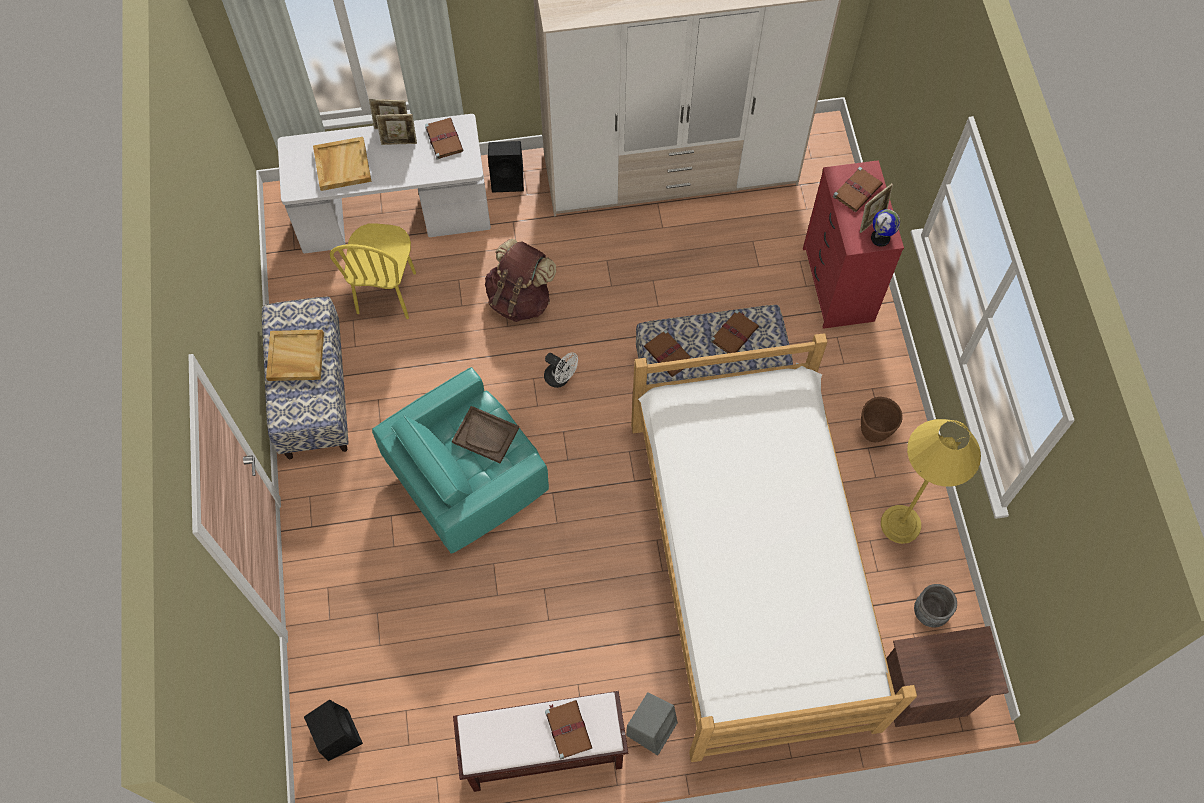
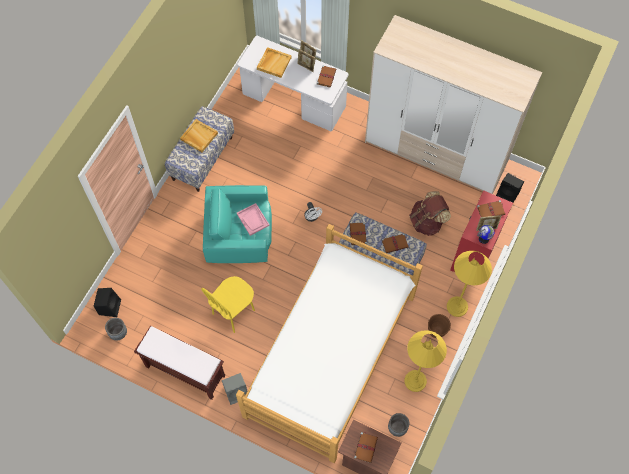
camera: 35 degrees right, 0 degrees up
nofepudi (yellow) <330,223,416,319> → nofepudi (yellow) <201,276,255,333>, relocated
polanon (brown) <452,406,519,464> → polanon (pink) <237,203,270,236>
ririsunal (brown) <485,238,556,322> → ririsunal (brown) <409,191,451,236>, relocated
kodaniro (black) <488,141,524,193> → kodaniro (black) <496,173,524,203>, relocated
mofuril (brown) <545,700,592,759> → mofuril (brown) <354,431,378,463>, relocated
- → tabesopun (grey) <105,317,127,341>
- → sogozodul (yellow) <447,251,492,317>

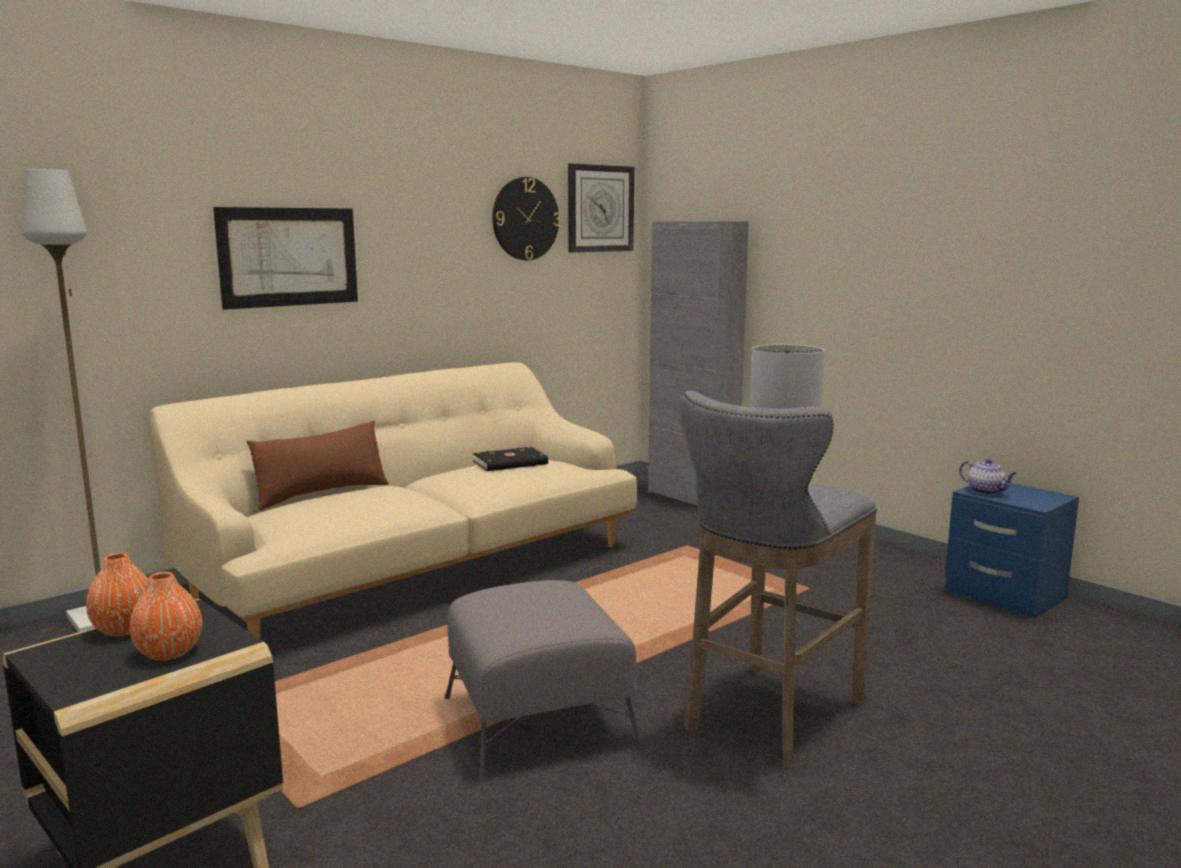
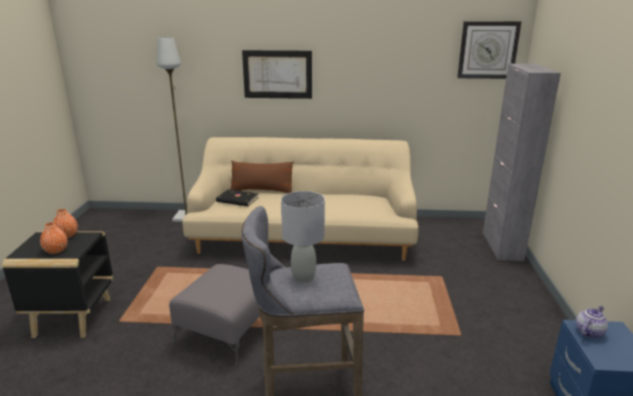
camera: 45 degrees right, 10 degrees up
mofuril (black) <473,447,548,471> → mofuril (black) <216,189,259,206>, relocated
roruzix <492,177,560,260> → -
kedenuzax <959,459,1017,495> → kedenuzax <576,306,608,338>, 135 degrees counterclockwise

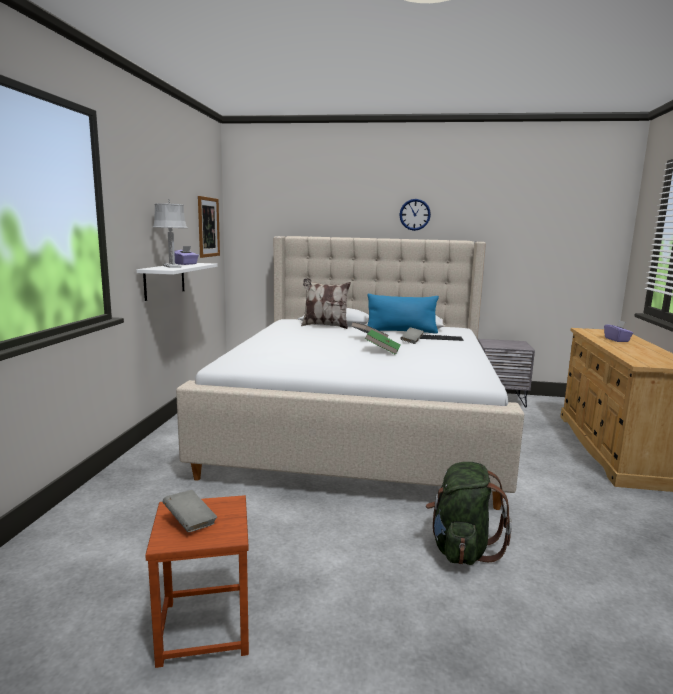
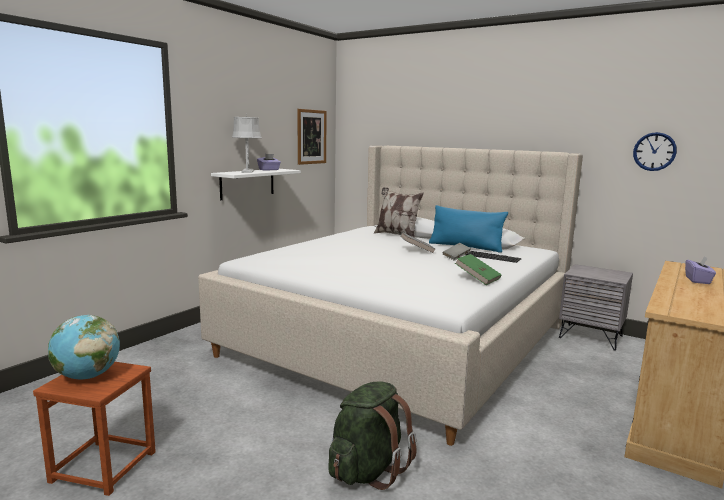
camera: 25 degrees right, 0 degrees up
mofuril (grey) <163,490,217,532> → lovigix <48,315,120,380>
mofuril (green) <365,329,401,355> → mofuril (green) <455,254,502,285>, relocated
roruzix <399,199,431,231> → roruzix <633,132,677,171>, relocated

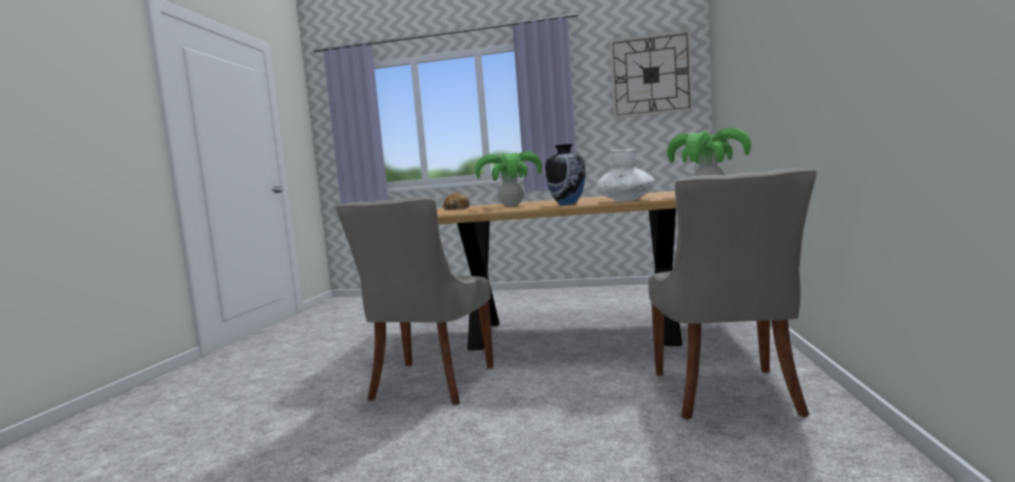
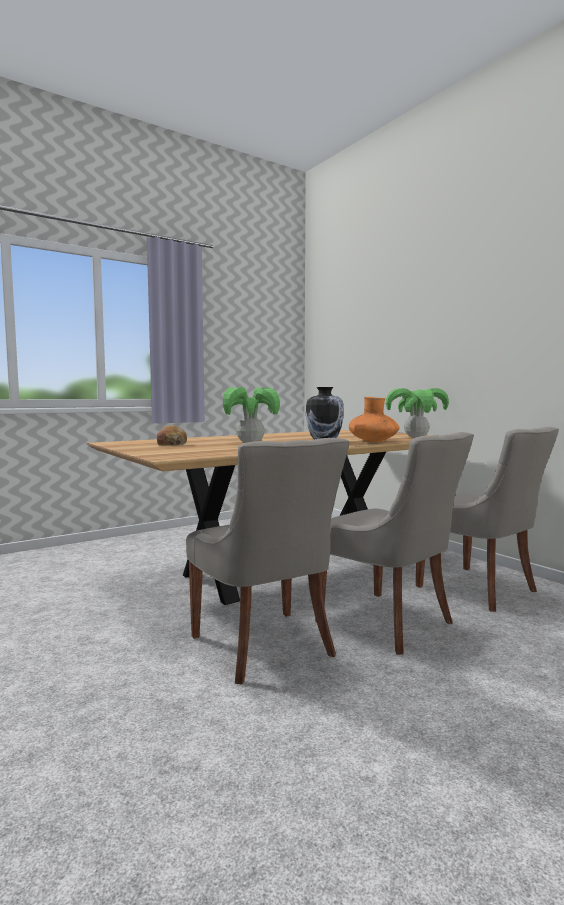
camera: 45 degrees left, 0 degrees up
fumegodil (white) <597,149,656,201> → fumegodil (orange) <349,397,399,442>
roruzix <610,30,693,119> → -
- → nofepudi (grey) <315,432,474,655>

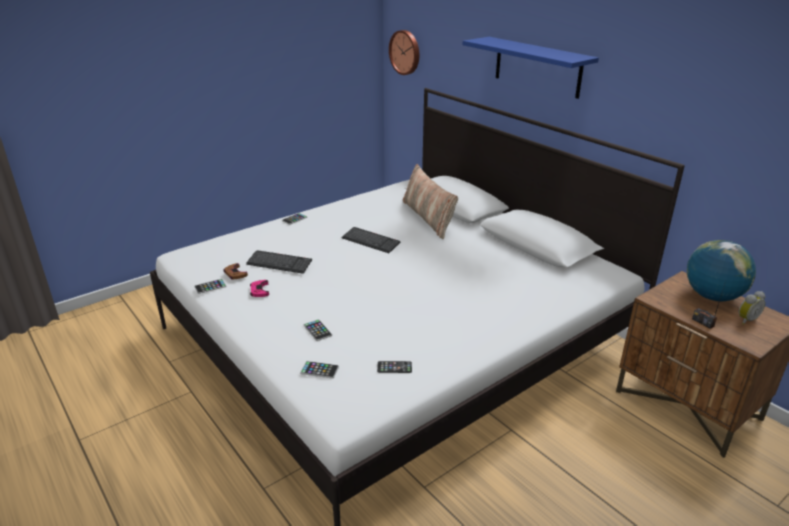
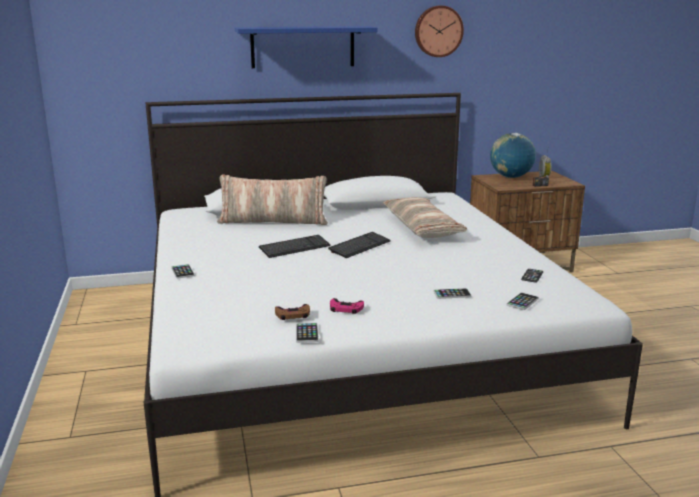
camera: 65 degrees left, 10 degrees down
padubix <246,250,312,274> → padubix <328,232,391,258>, relocated
roruzix <389,30,419,75> → roruzix <415,6,464,57>, relocated
- → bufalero <383,197,467,238>

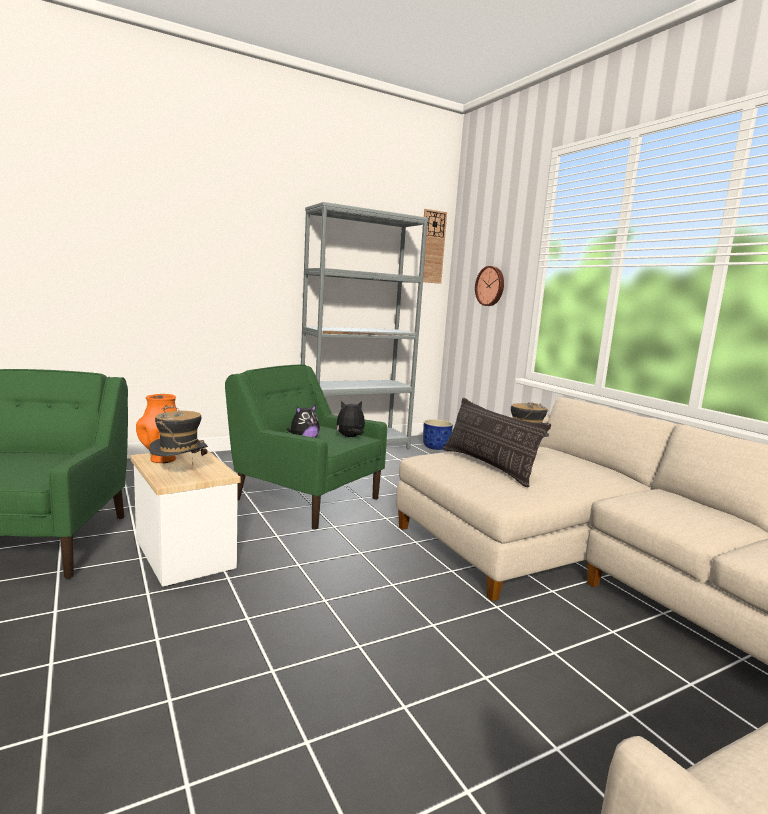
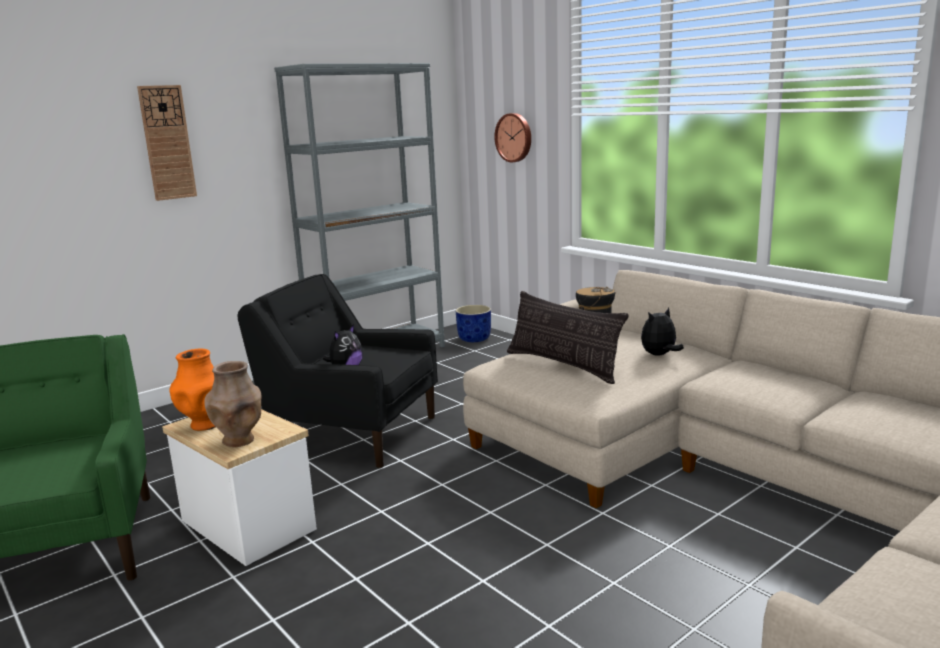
camera: 10 degrees left, 5 degrees up
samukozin <149,405,208,465> → fumegodil (brown) <205,361,262,447>
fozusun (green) <225,364,387,530> → fozusun (black) <237,274,438,468>
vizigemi <336,401,365,437> → vizigemi <641,308,684,356>, relocated
roruzix <423,209,447,284> → roruzix <137,85,197,201>, relocated

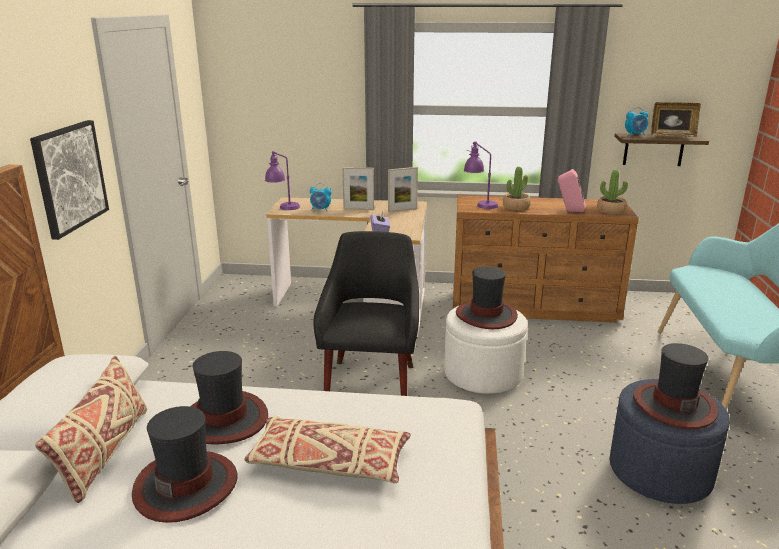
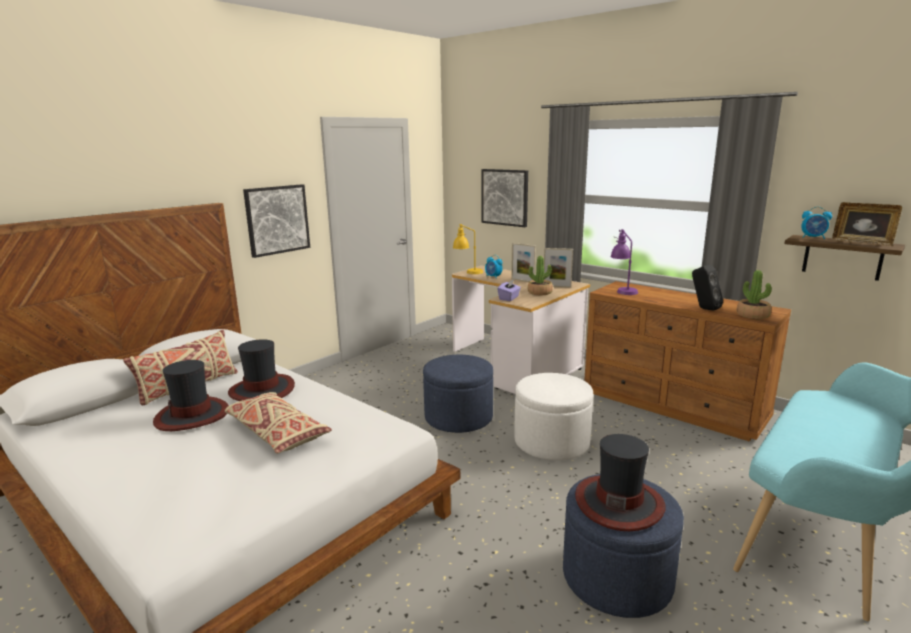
camera: 35 degrees right, 5 degrees down
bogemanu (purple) <265,151,300,210> → bogemanu (yellow) <453,224,483,274>
fozusun (black) <314,231,419,396> → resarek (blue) <423,355,493,433>
samukozin <456,267,518,329> → -
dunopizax <503,167,531,210> → dunopizax <528,256,553,295>, relocated
kodaniro (pink) <558,169,586,212> → kodaniro (black) <692,264,723,311>
- → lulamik <482,169,528,227>

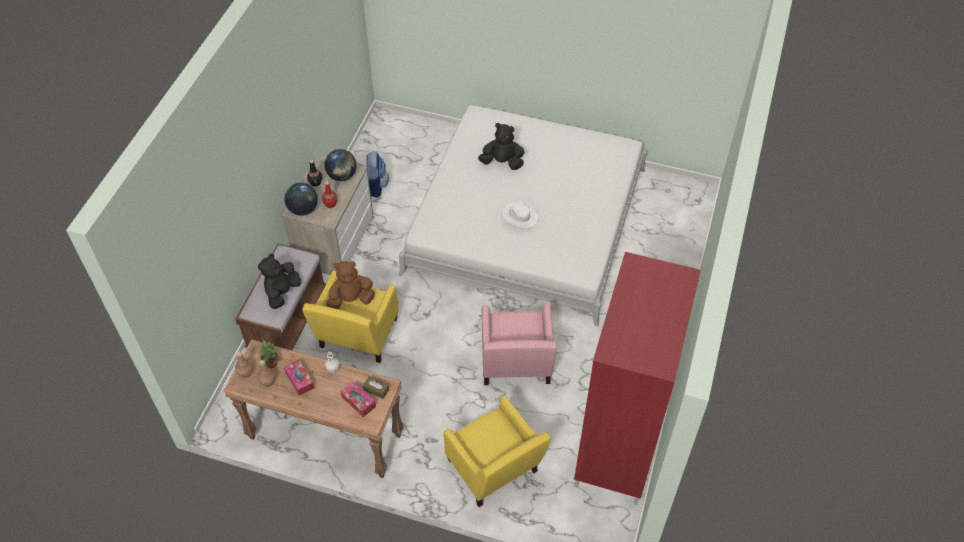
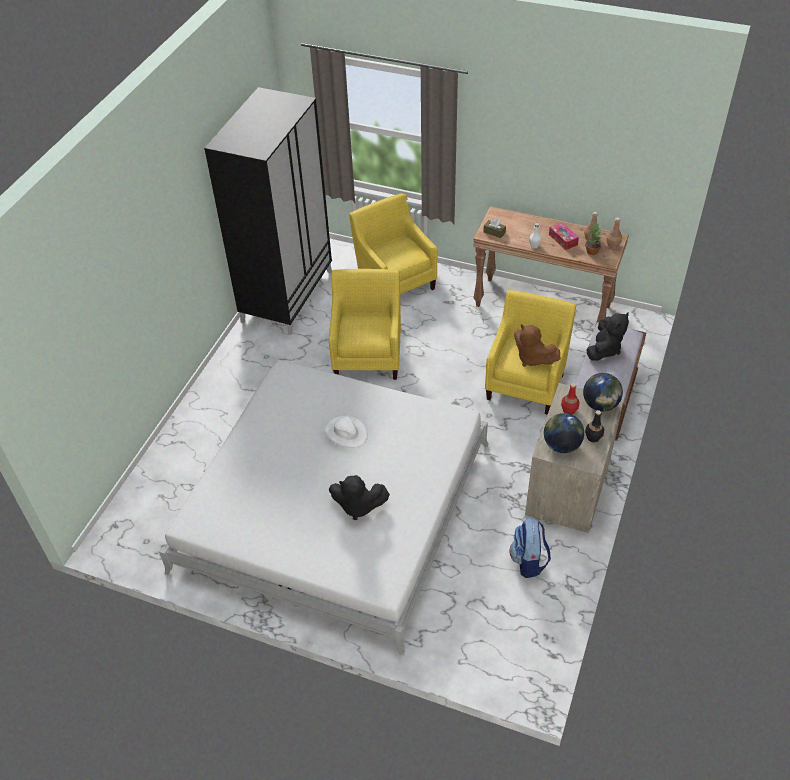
camera: 175 degrees left, 5 degrees down
vizigemi (brown) <326,261,375,309> → vizigemi (brown) <514,324,560,367>, 60 degrees clockwise
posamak <341,381,376,417> → -
fozusun (pink) <482,303,557,385> → fozusun (yellow) <329,269,401,380>
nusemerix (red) <574,252,701,505> → nusemerix (black) <204,87,332,335>

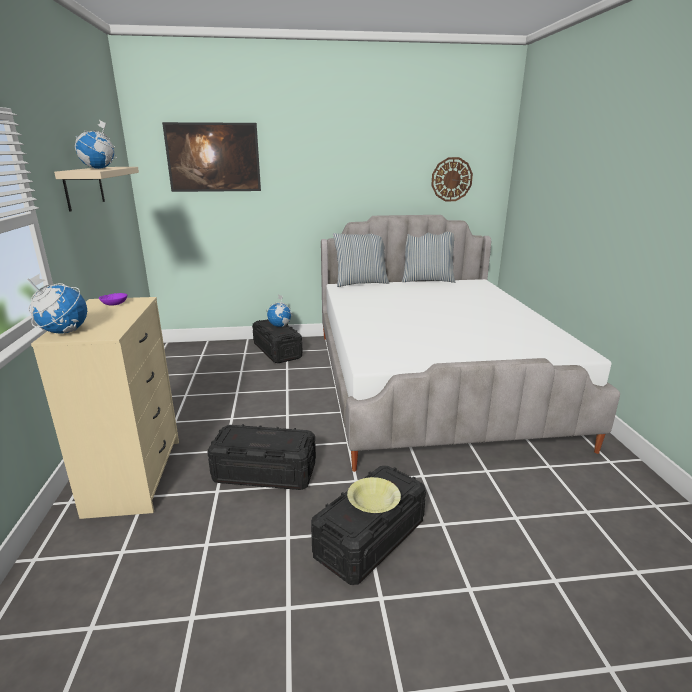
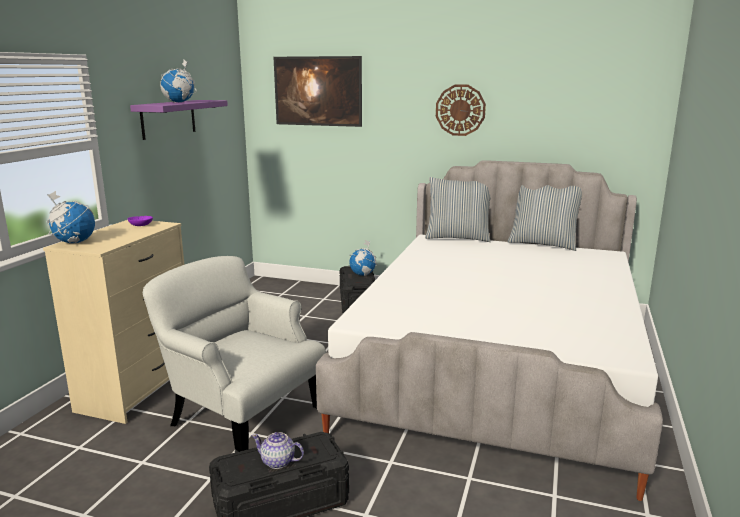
camera: 25 degrees right, 5 degrees down
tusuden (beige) <54,167,139,211> → tusuden (purple) <130,100,228,140>
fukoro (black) <207,424,316,490> → fozusun (white) <143,256,326,452>
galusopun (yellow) <347,477,401,513> → kedenuzax <252,432,304,469>
roruzix <431,157,473,201> → roruzix <436,85,486,136>, relocated

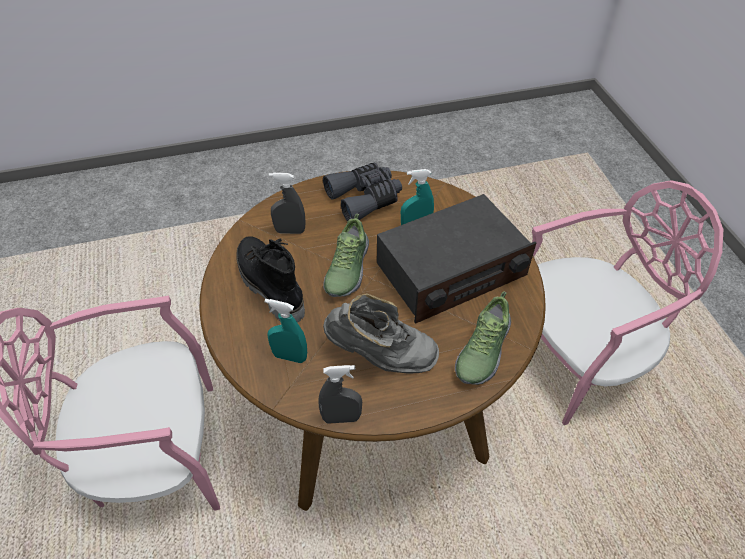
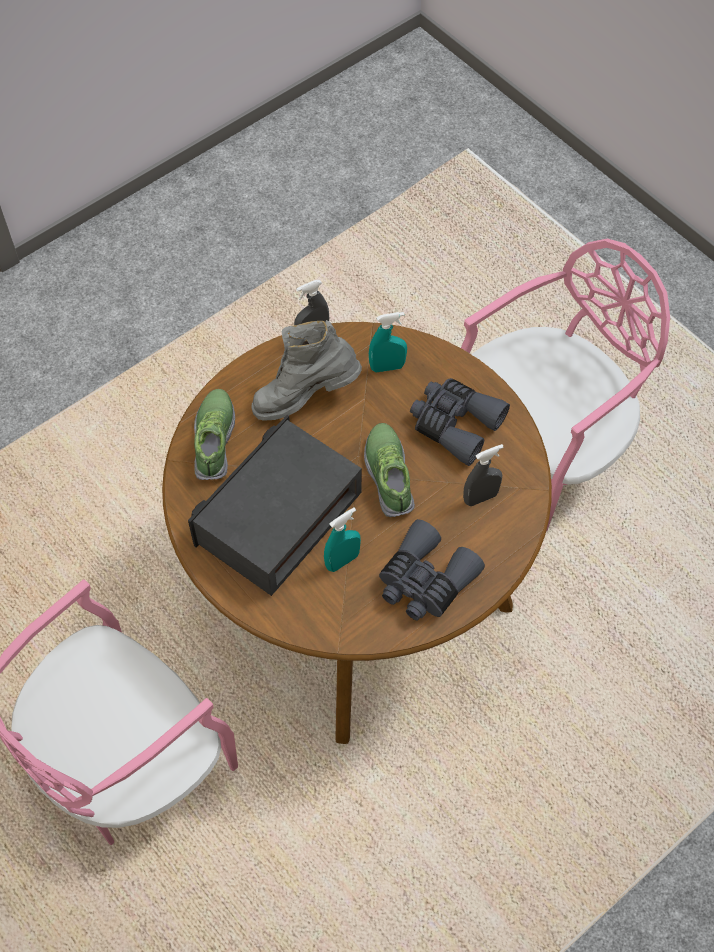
camera: 155 degrees right, 10 degrees up
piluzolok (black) <236,237,305,323> → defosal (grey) <410,378,510,466>

